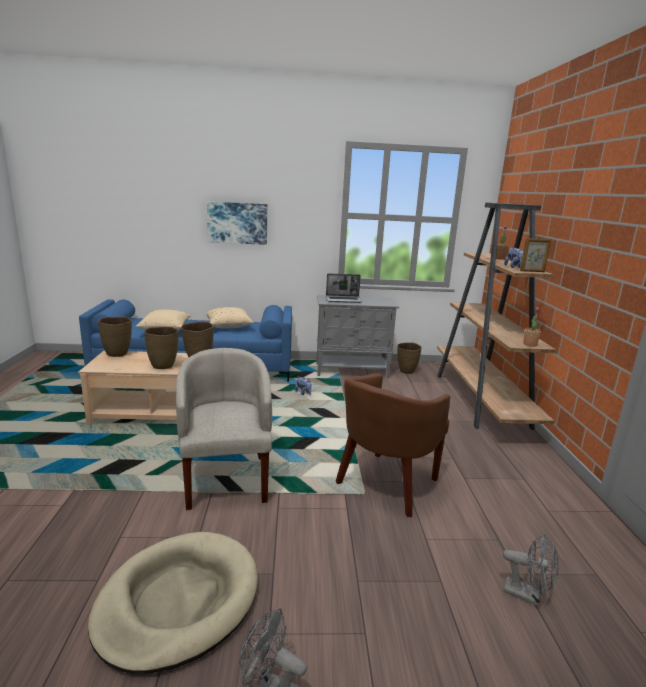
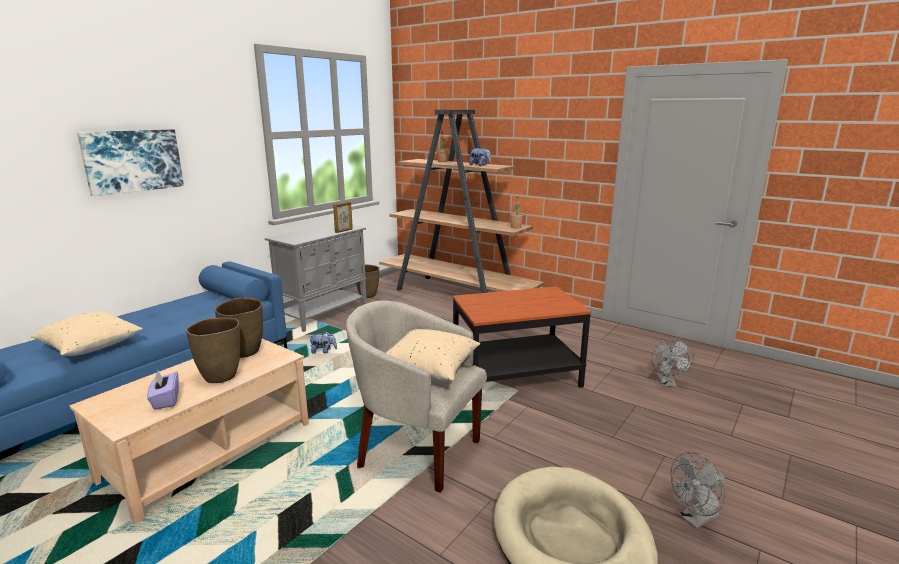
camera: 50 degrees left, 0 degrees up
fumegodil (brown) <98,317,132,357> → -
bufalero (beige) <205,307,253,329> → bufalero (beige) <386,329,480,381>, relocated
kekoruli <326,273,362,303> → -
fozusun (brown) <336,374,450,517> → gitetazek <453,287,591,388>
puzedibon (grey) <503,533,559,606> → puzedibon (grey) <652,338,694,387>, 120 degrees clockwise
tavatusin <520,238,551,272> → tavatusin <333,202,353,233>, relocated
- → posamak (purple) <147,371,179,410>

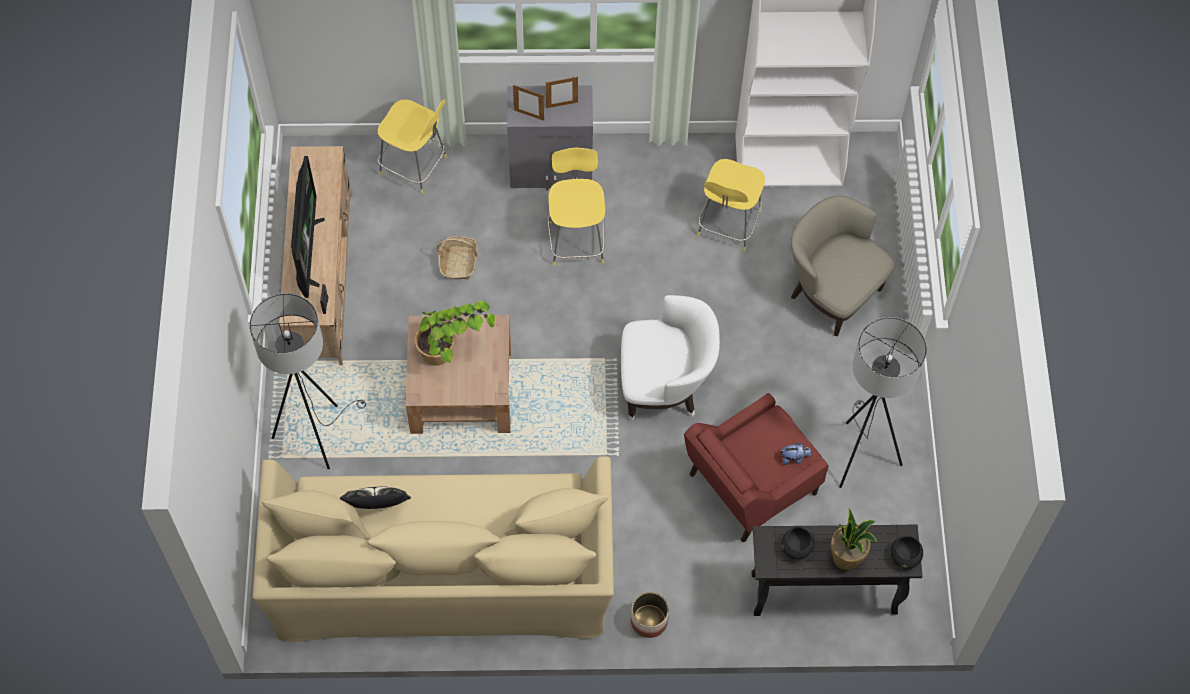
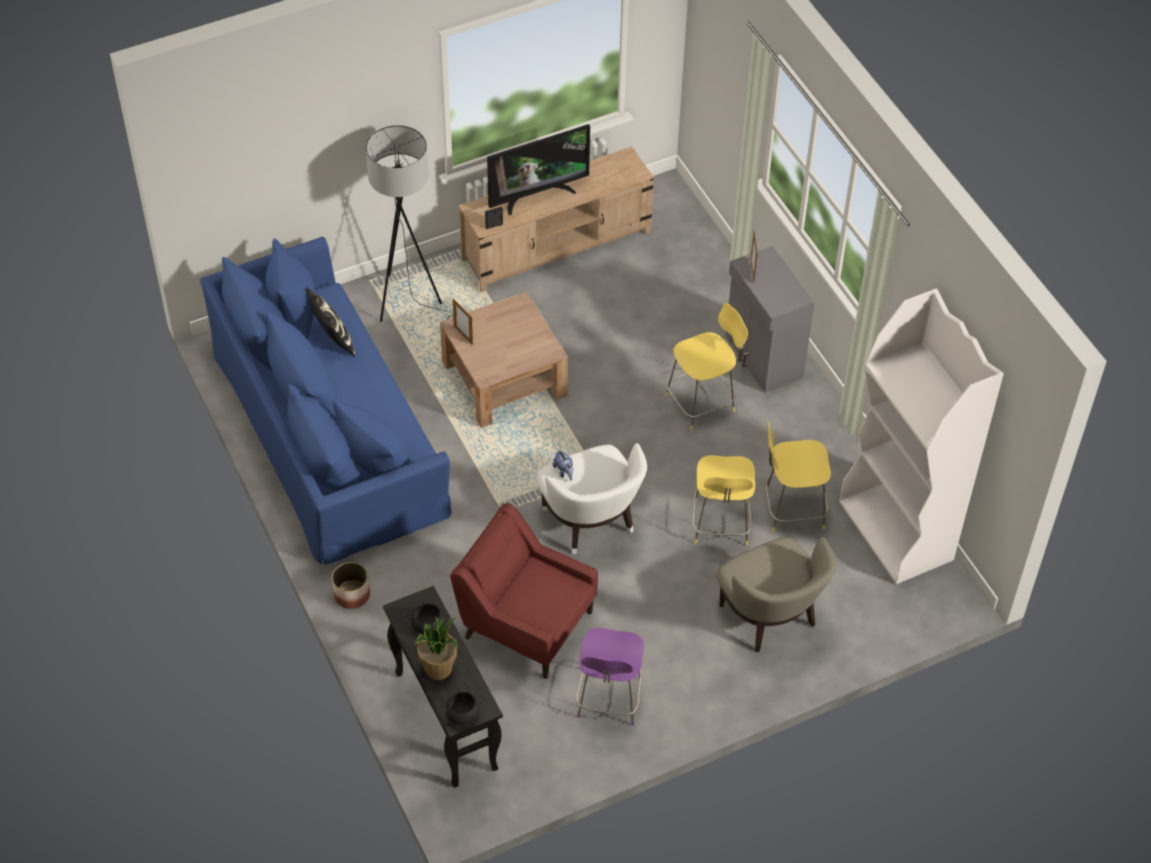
camera: 65 degrees right, 10 degrees down
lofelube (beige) <252,456,614,642> → lofelube (blue) <200,237,451,565>
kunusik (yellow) <378,99,447,194> → kunusik (yellow) <692,455,755,546>, relocated
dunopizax <415,301,495,366> → -
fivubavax <437,236,478,280> → -
tavatusin <546,77,578,108> → tavatusin <452,298,473,345>, relocated
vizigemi <780,443,811,465> → vizigemi <553,449,573,480>, relocated
fozusun (beige) <791,196,895,336> → fozusun (beige) <717,537,836,652>, 135 degrees clockwise
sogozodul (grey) <839,317,927,488> → kunusik (purple) <576,628,644,725>

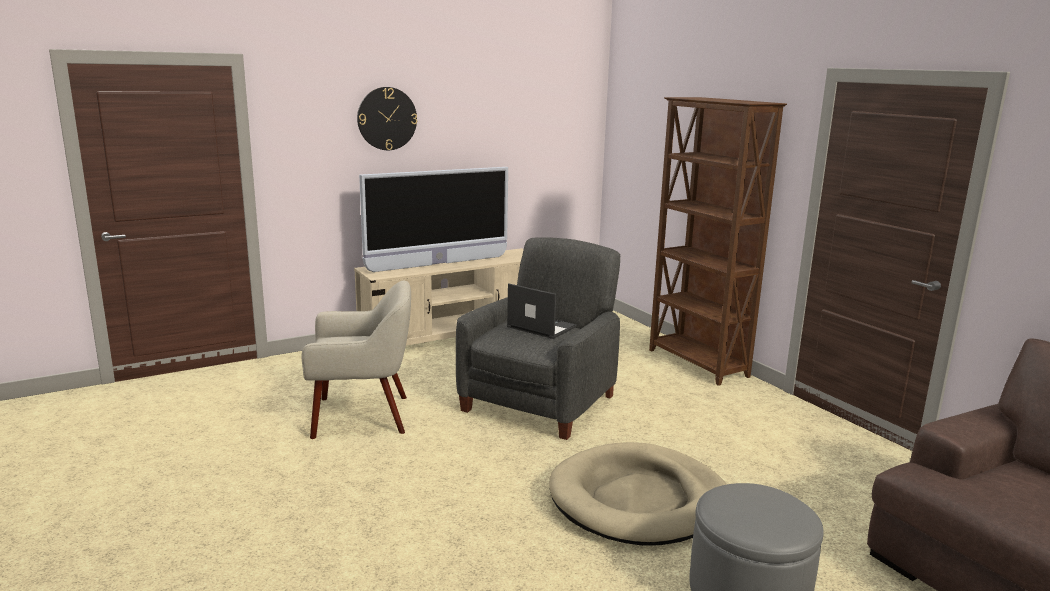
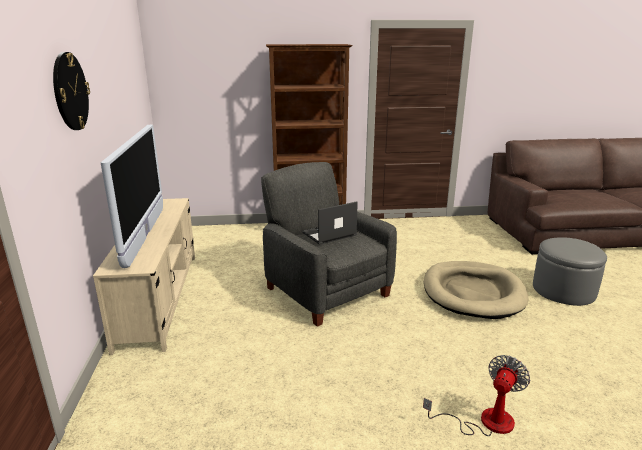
camera: 65 degrees left, 5 degrees up
fozusun (beige) <302,280,411,439> → -
- → puzedibon <423,355,530,436>

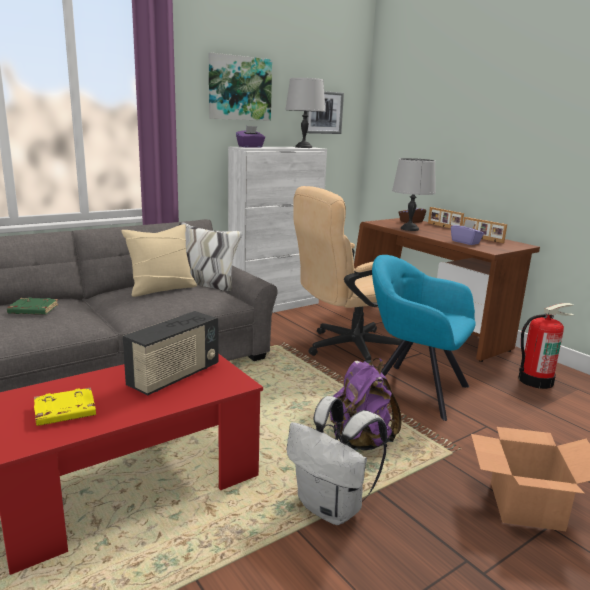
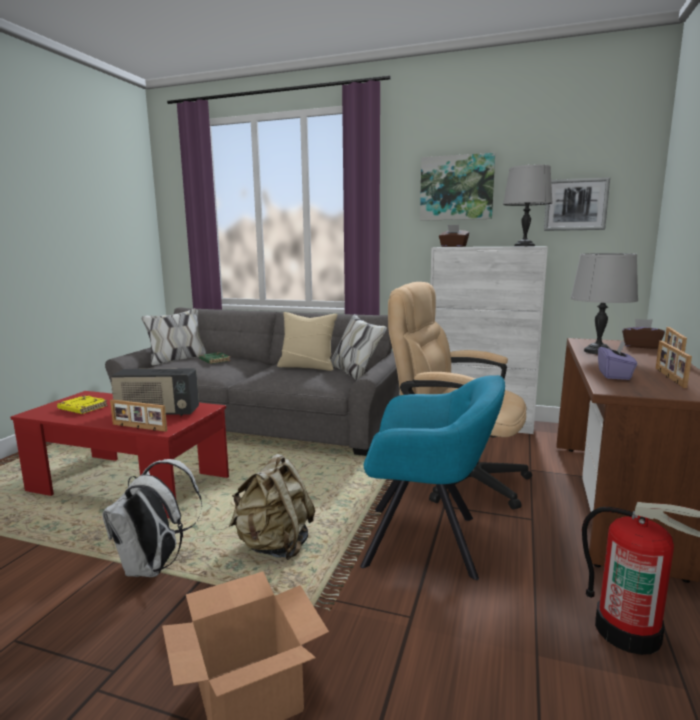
camera: 55 degrees right, 5 degrees down
posamak (purple) <236,126,265,148> → posamak (brown) <439,225,469,247>
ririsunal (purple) <330,358,401,450> → ririsunal (beige) <229,454,315,560>
fozusun (turquoise) <372,255,476,421> → fozusun (turquoise) <360,375,505,580>, 105 degrees clockwise
- → tavatusin <110,399,167,432>

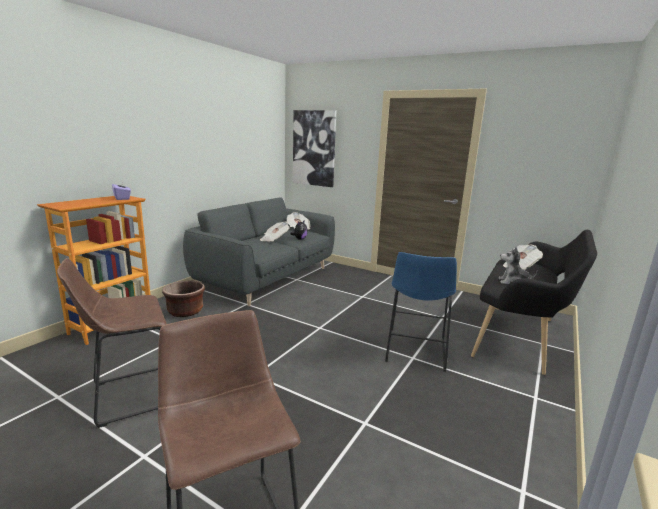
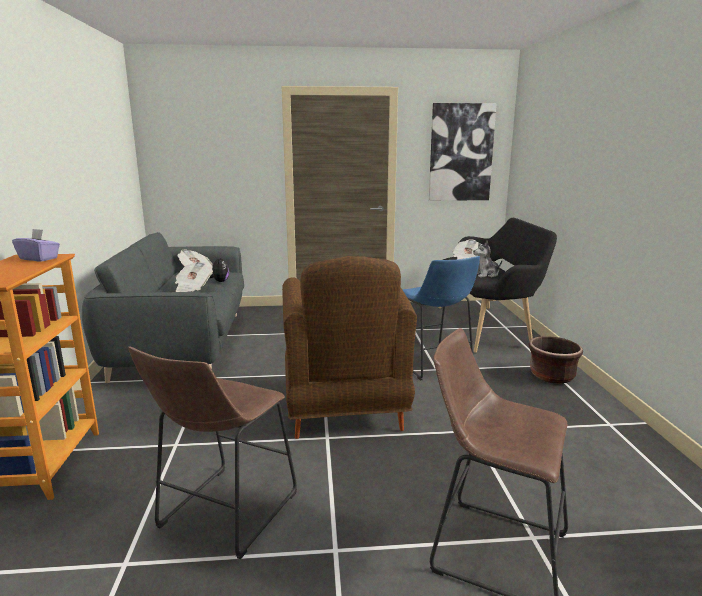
camera: 35 degrees left, 0 degrees up
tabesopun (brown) <162,280,205,317> → tabesopun (brown) <529,336,583,384>, relocated
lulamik <293,110,336,187> → lulamik <429,103,497,201>, relocated
- → fozusun (brown) <282,256,417,439>

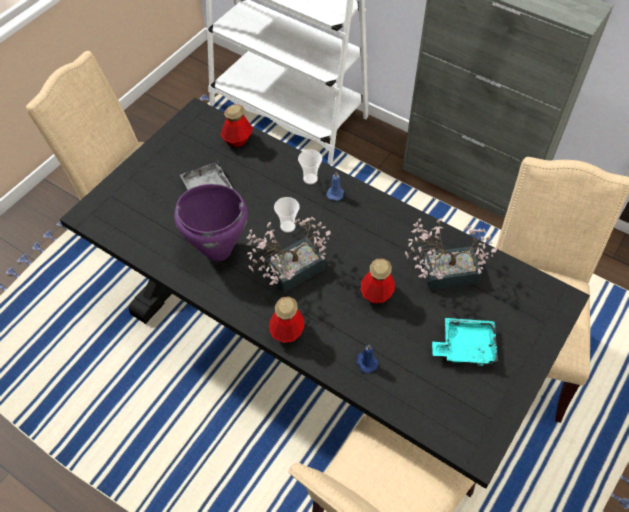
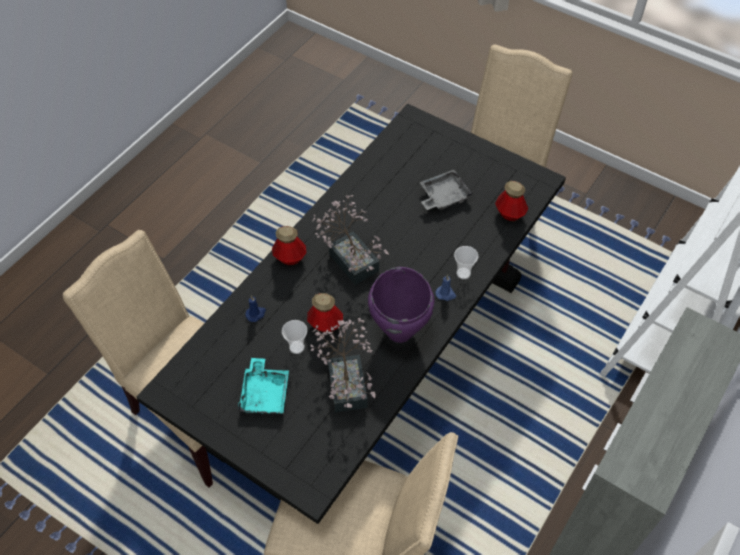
camera: 90 degrees right, 0 degrees up
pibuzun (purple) <174,184,248,261> → pibuzun (purple) <368,267,435,343>, relocated
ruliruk <274,197,300,233> → ruliruk <282,320,307,354>, relocated

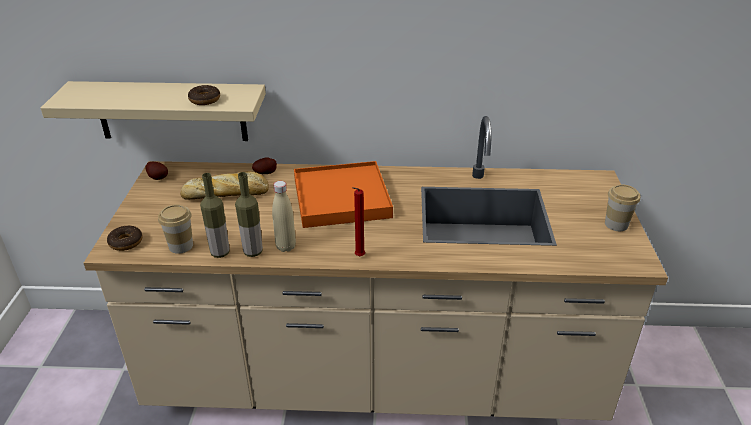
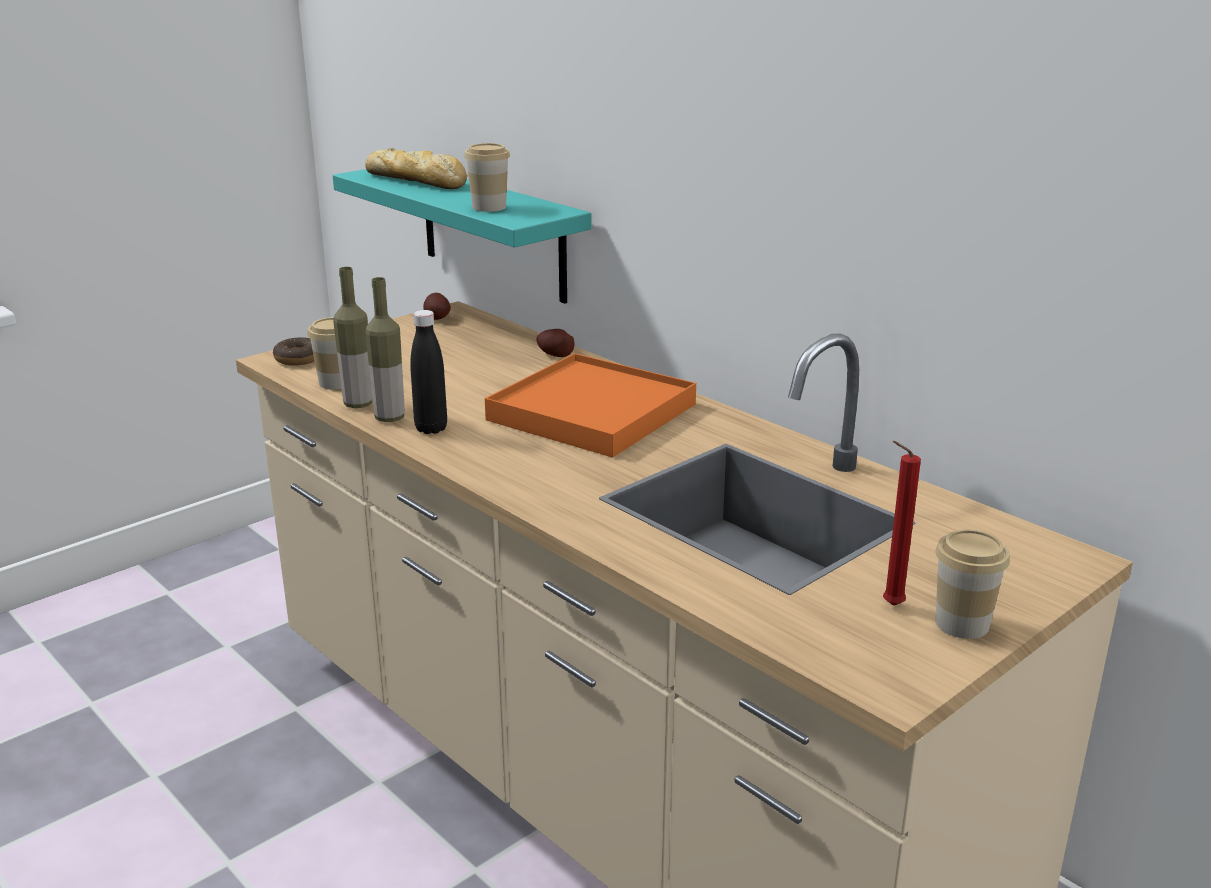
camera: 45 degrees right, 10 degrees down
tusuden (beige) <41,81,266,141> → tusuden (turquoise) <333,169,591,304>
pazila <180,172,269,200> → pazila <365,148,467,189>, relocated
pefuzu <188,85,220,105> → ruliruk <464,143,510,212>
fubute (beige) <272,181,296,252> → fubute (black) <410,310,447,434>
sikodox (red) <352,187,365,256> → sikodox (red) <883,441,921,606>, relocated

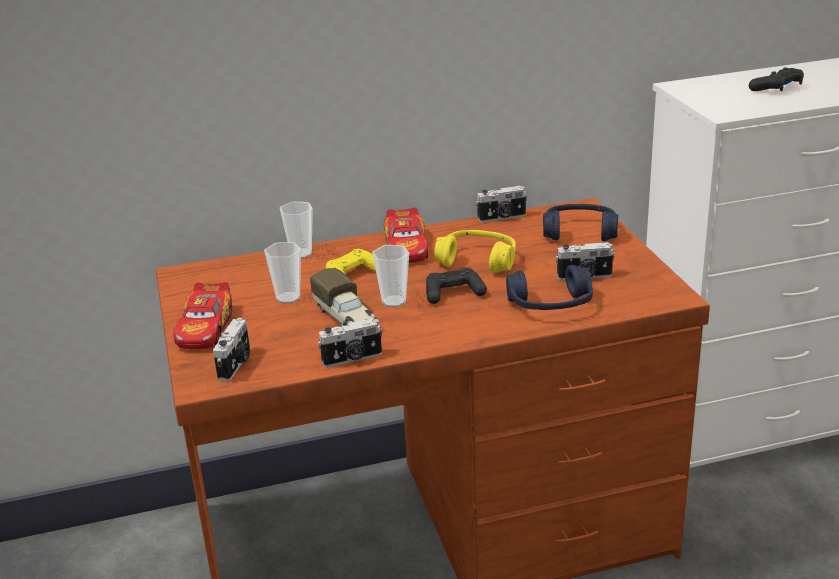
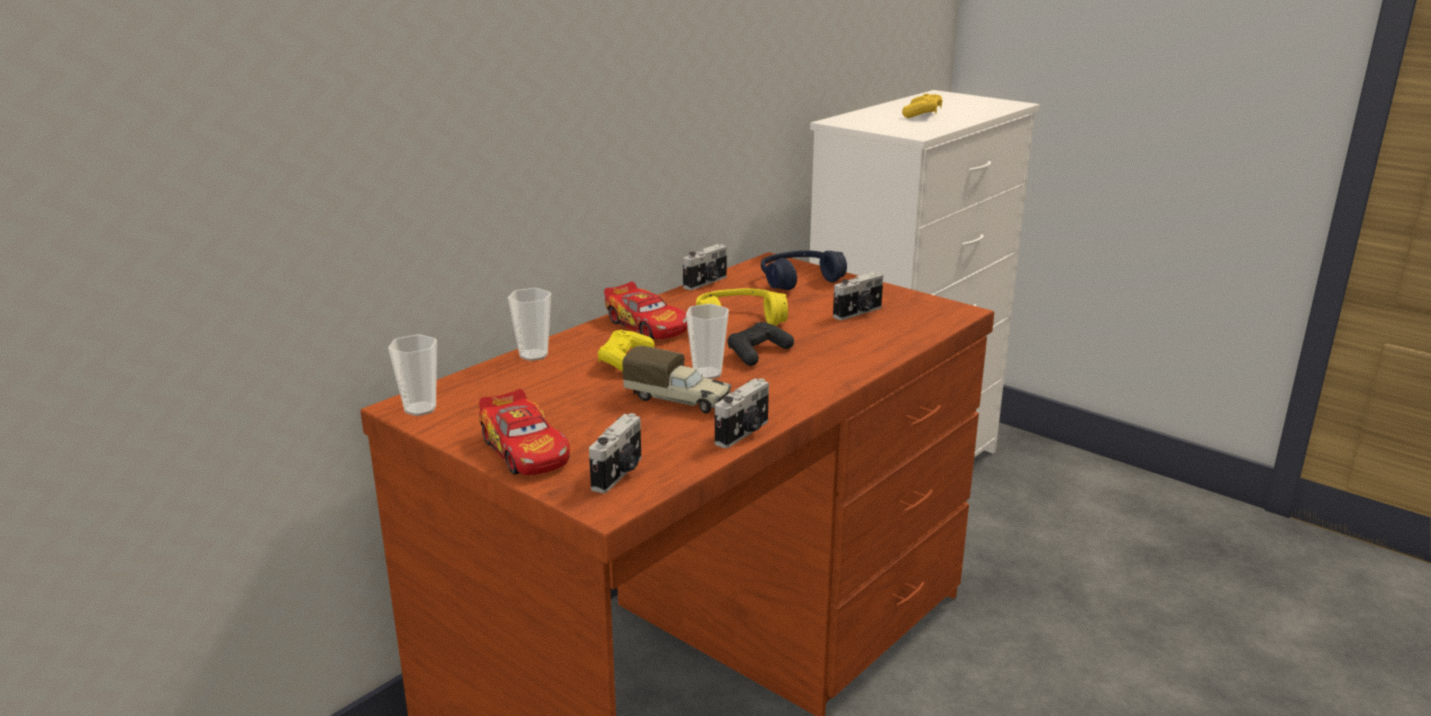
camera: 35 degrees left, 5 degrees down
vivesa <213,318,250,382> → vivesa <589,413,641,493>, 45 degrees clockwise
ruliruk <264,242,301,304> → ruliruk <388,334,437,416>, relocated
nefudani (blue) <506,265,593,310> → -
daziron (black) <749,67,804,91> → daziron (yellow) <902,94,943,118>

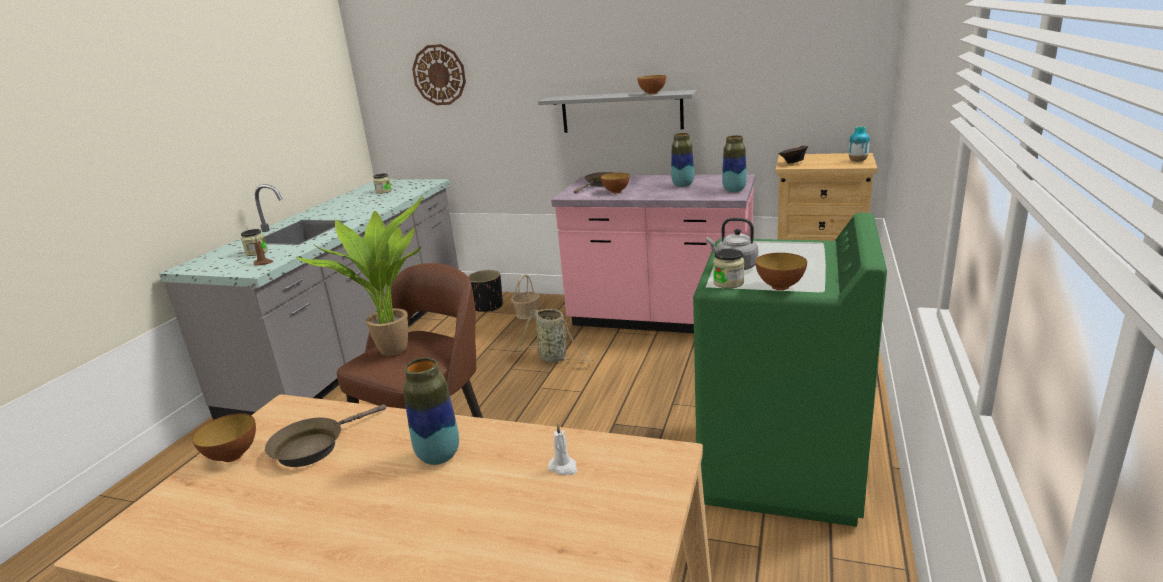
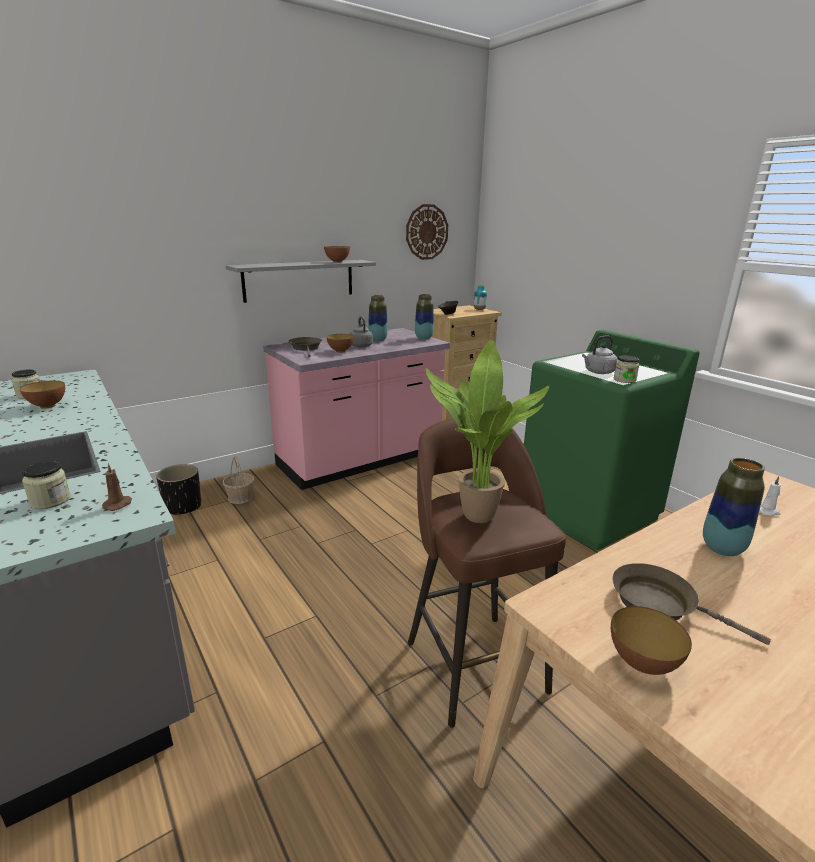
camera: 55 degrees left, 0 degrees up
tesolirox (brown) <265,404,386,467> → tesolirox (brown) <613,563,771,645>, 135 degrees clockwise
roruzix <412,44,466,105> → roruzix <406,204,448,260>, relocated
fivubavax <518,309,593,362> → -
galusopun <755,253,807,290> → galusopun <20,381,65,409>, relocated
- → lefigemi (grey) <350,316,373,347>

